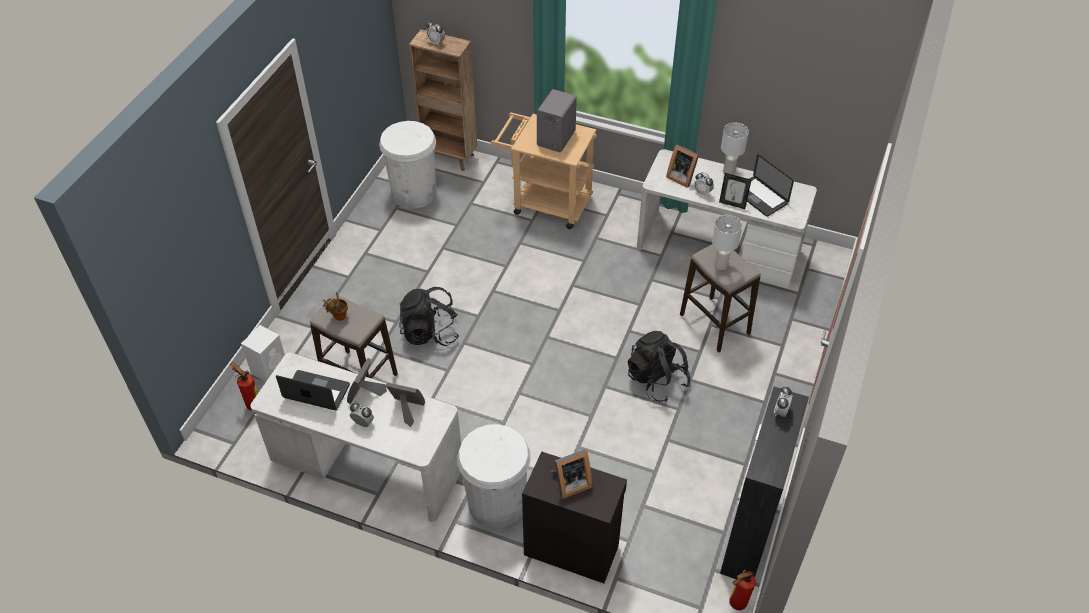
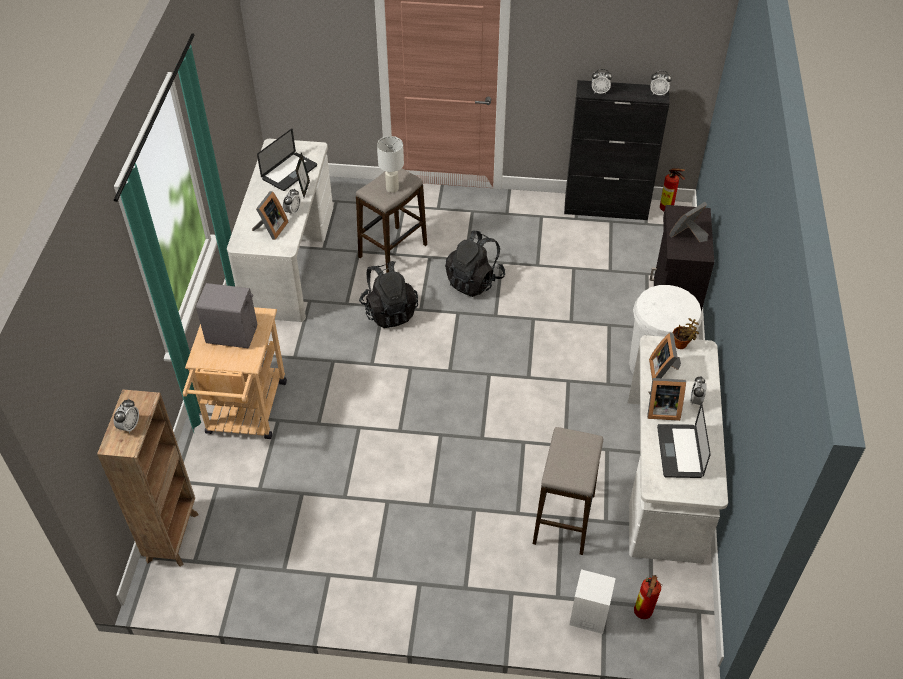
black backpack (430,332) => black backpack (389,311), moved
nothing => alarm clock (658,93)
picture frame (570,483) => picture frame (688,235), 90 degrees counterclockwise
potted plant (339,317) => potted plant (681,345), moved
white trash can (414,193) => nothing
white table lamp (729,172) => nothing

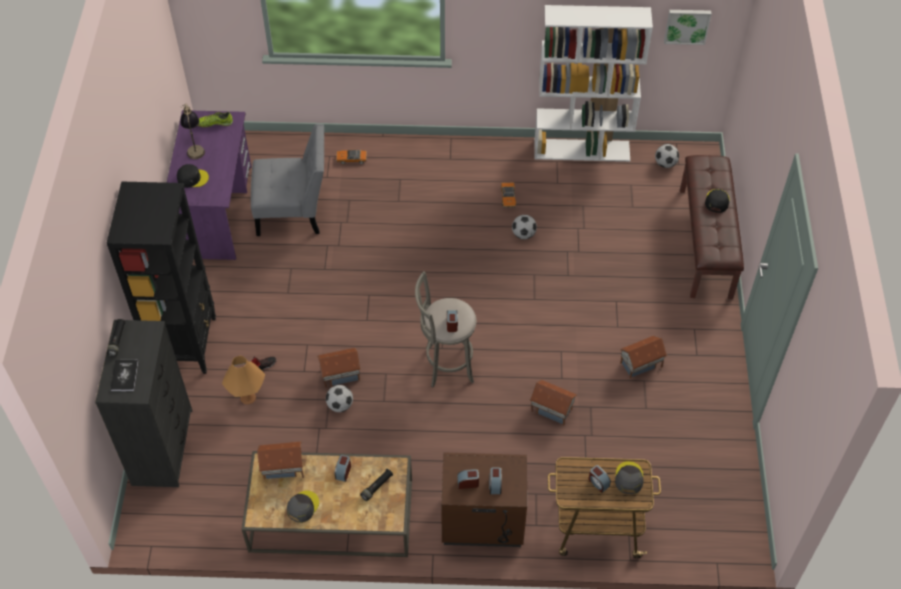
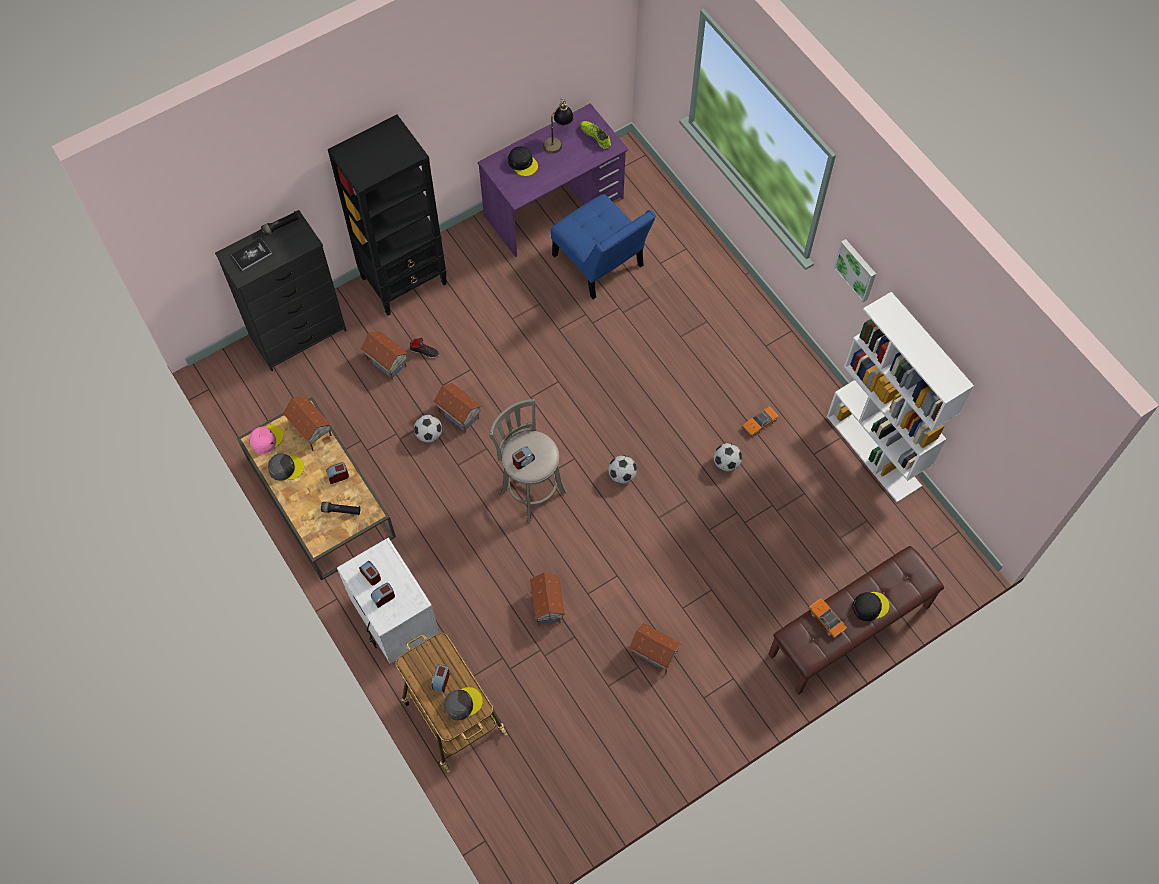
nothing => pink cap (266,439)
brown nightstand (482,522) => white nightstand (393,618)
orange table lamp (248,397) => toy house (387,361)
grey chair (294,212) => blue chair (600,264)
football (665,164) => football (622,475), moved
toy car (351,159) => toy car (826,619), moved
picture (687,25) => picture (856,269), moved

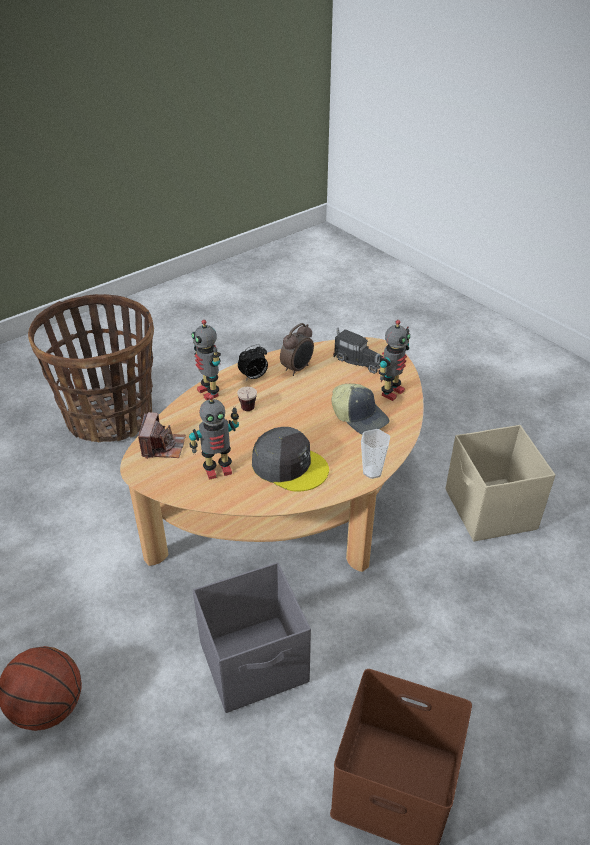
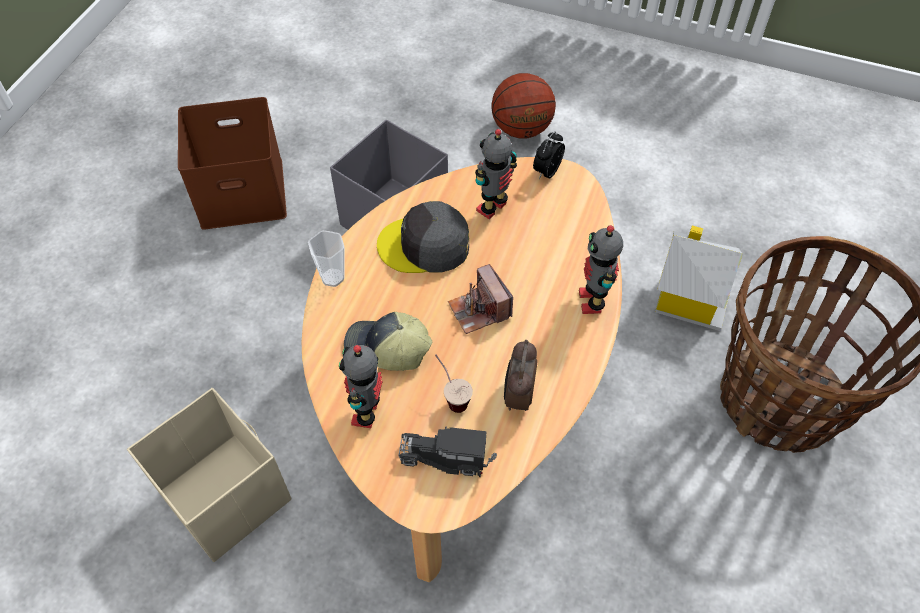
cup (248,412) => cup (451,396), moved
photo camera (163,446) => photo camera (479,310), moved
alarm clock (253,377) => alarm clock (547,171), moved
toy robot (209,392) => toy robot (592,301), 120 degrees counterclockwise
nothing => toy house (688,298)

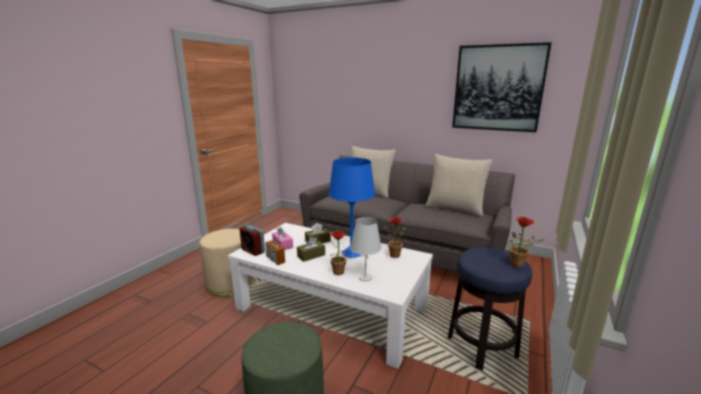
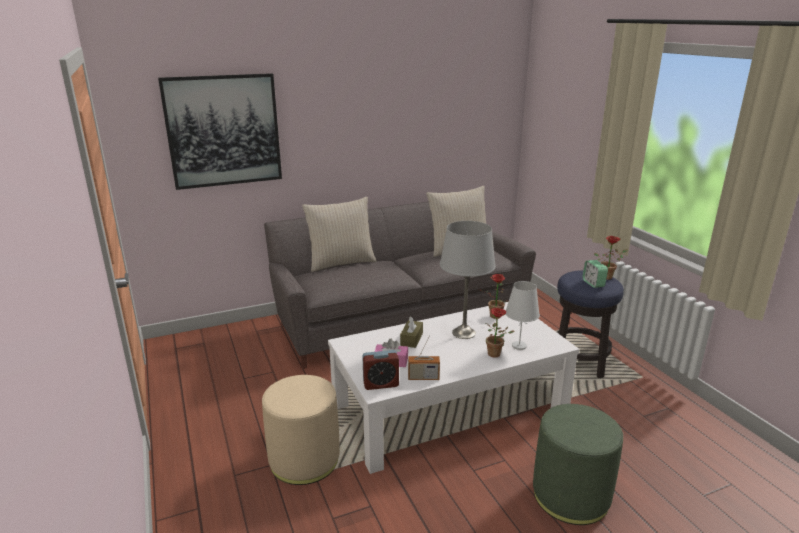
picture (497,88) => picture (223,131), moved
blue table lamp (351,253) => grey table lamp (464,333)
nothing => alarm clock (593,283)
brown tissue box (311,255) => nothing

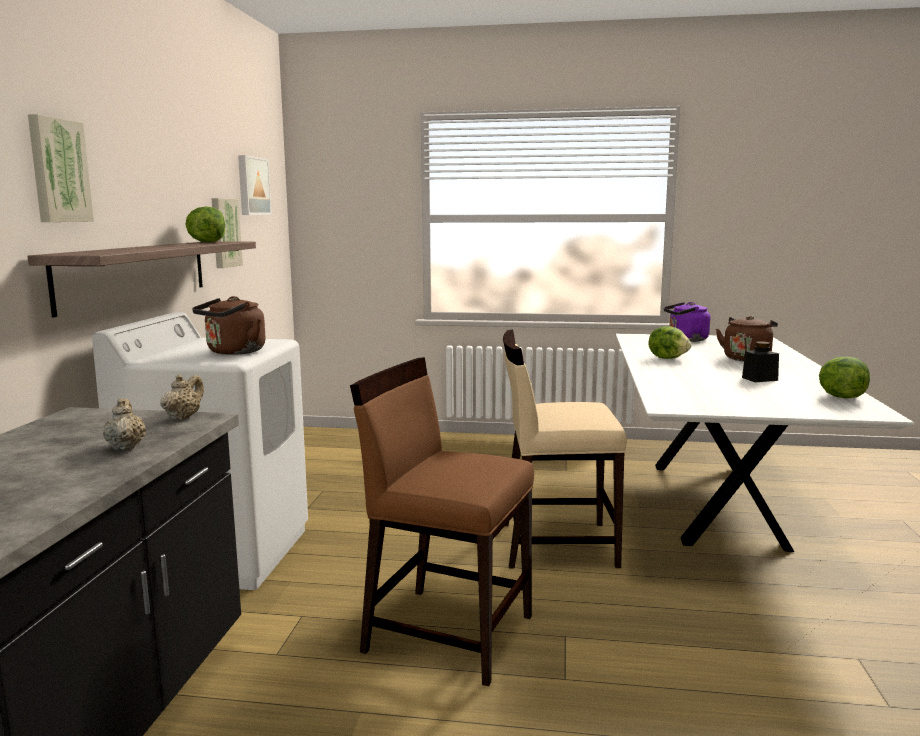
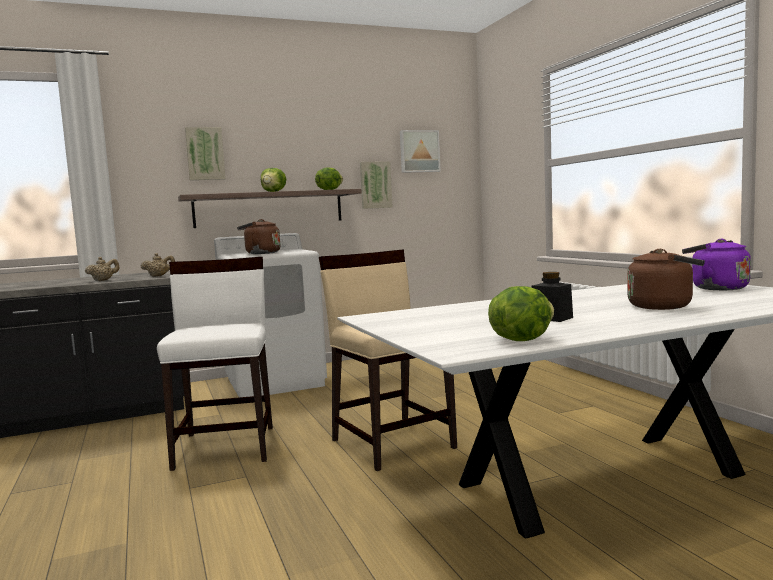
brown chair (447,632) => white chair (226,446)
lettuce (668,358) => lettuce (274,191), moved

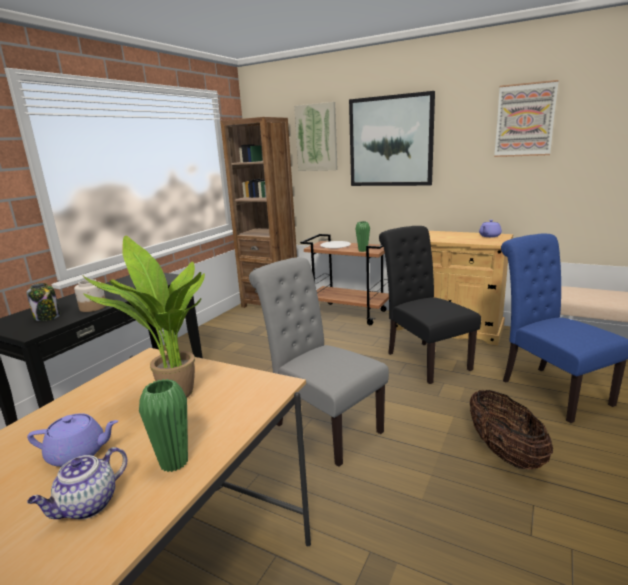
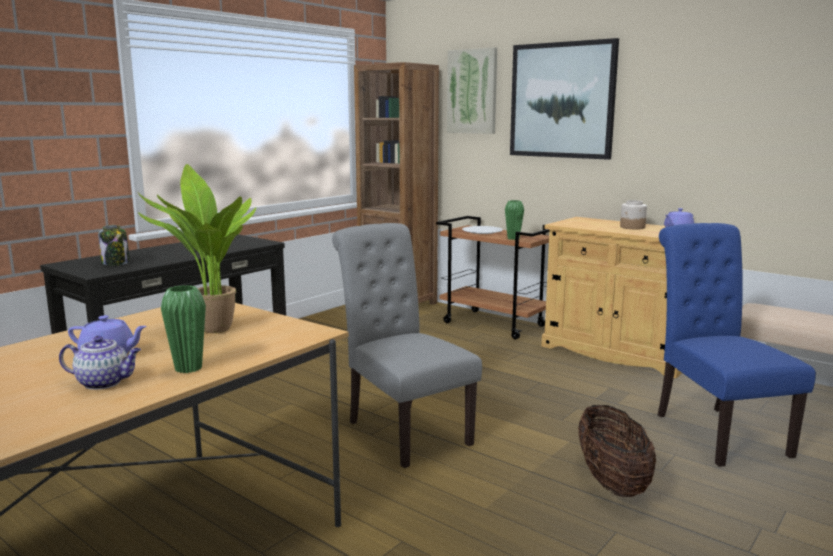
teapot (87,506) => teapot (104,383), 135 degrees counterclockwise
jar (93,307) => jar (632,227), moved
black chair (424,359) => nothing
picture (524,120) => nothing

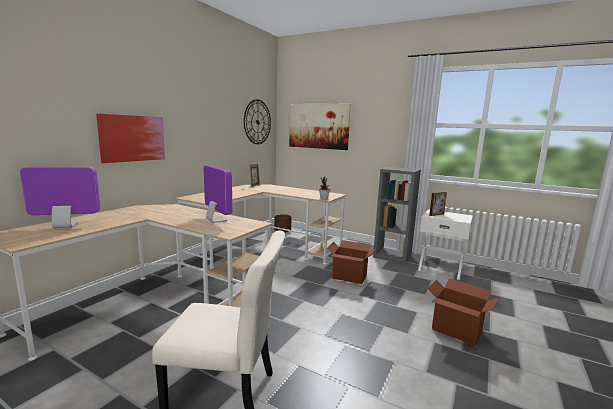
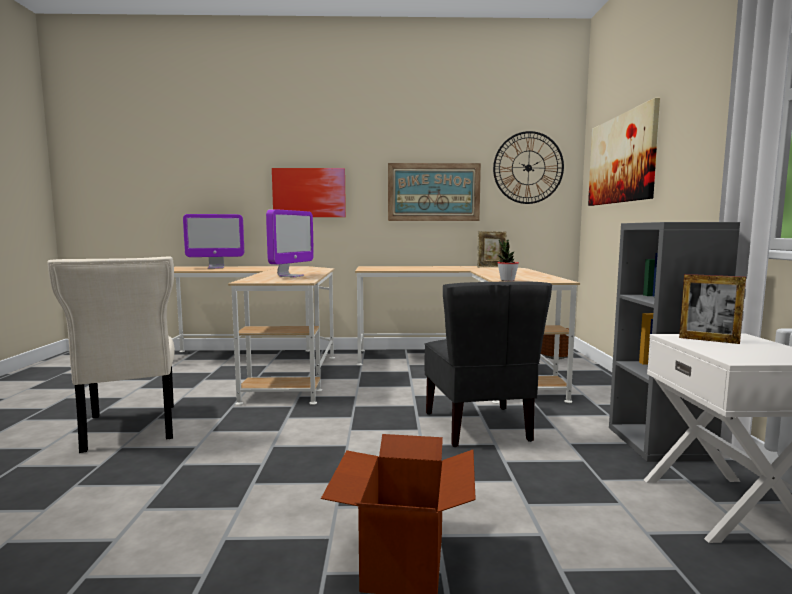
monitor (65,226) => monitor (216,268), 120 degrees clockwise
nothing => picture (433,192)
cardboard box (349,277) => grey chair (478,426)

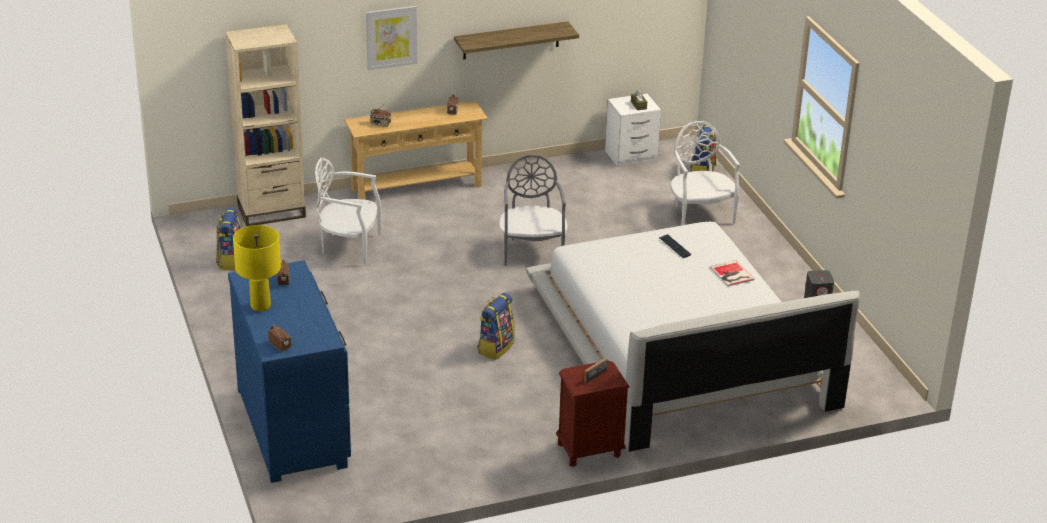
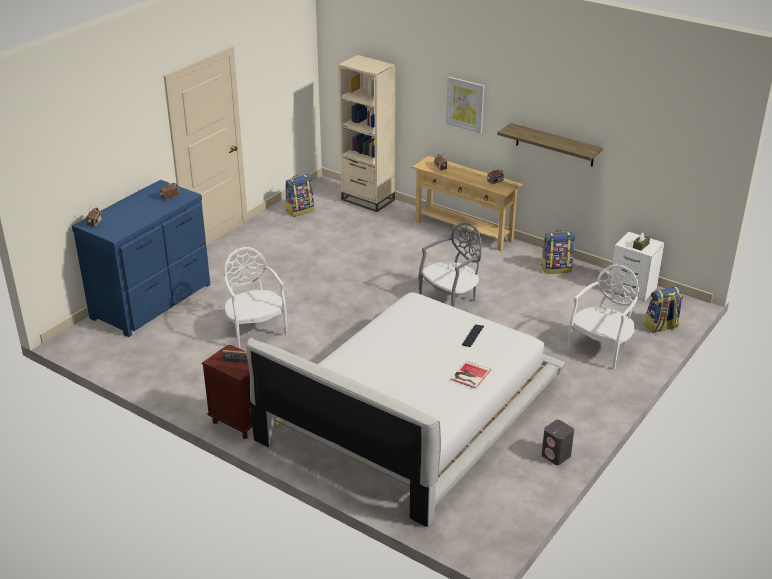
white chair (349,246) => white chair (256,330), moved
backpack (495,347) => backpack (556,268), moved
yellow table lamp (261,306) => nothing

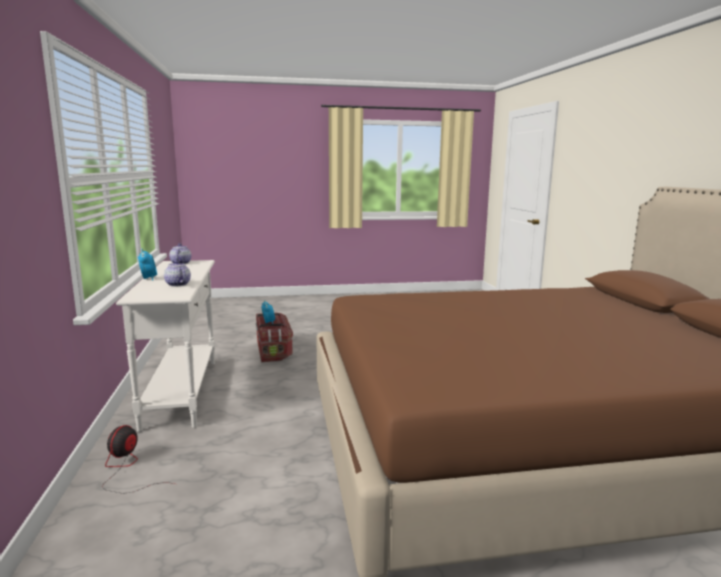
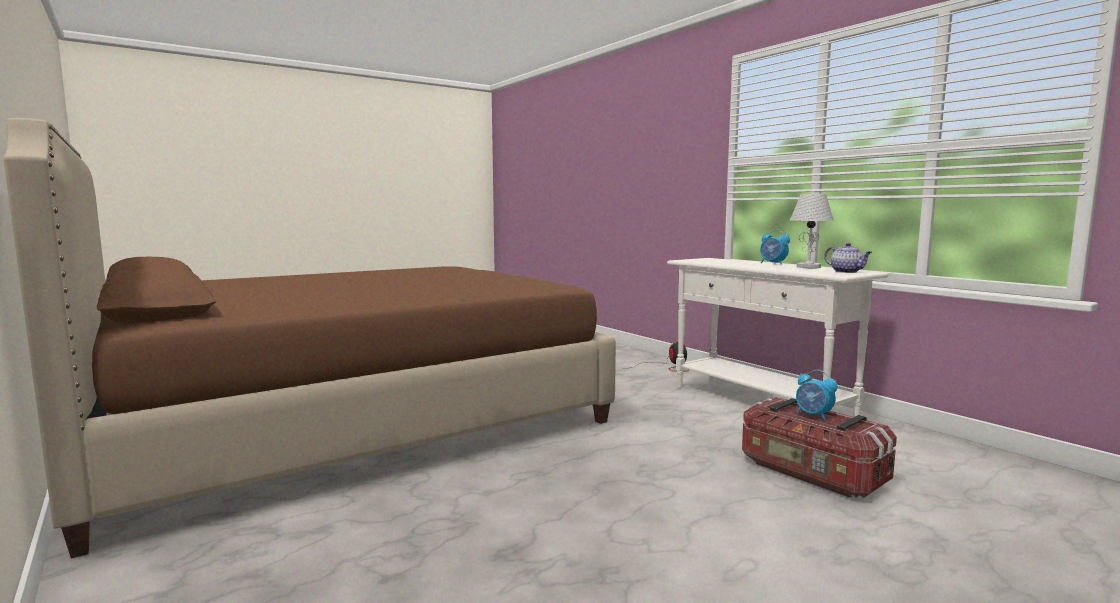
nothing => white table lamp (808,267)
teapot (177,284) => nothing

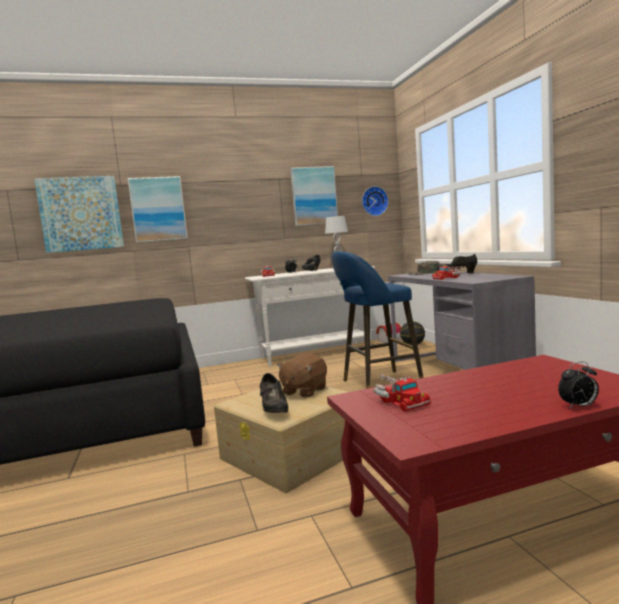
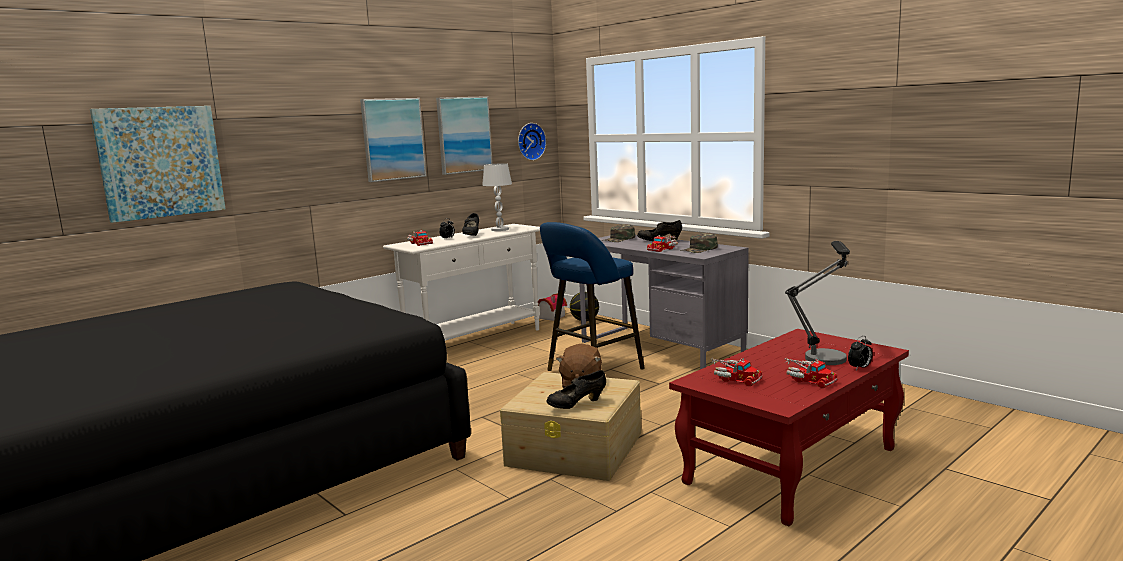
picture (158,209) => picture (393,139), moved
black shoe (274,410) => black shoe (577,405), 105 degrees clockwise
nothing => green cap (699,249)
nothing => table lamp (826,355)
nothing => toy truck (808,380)

